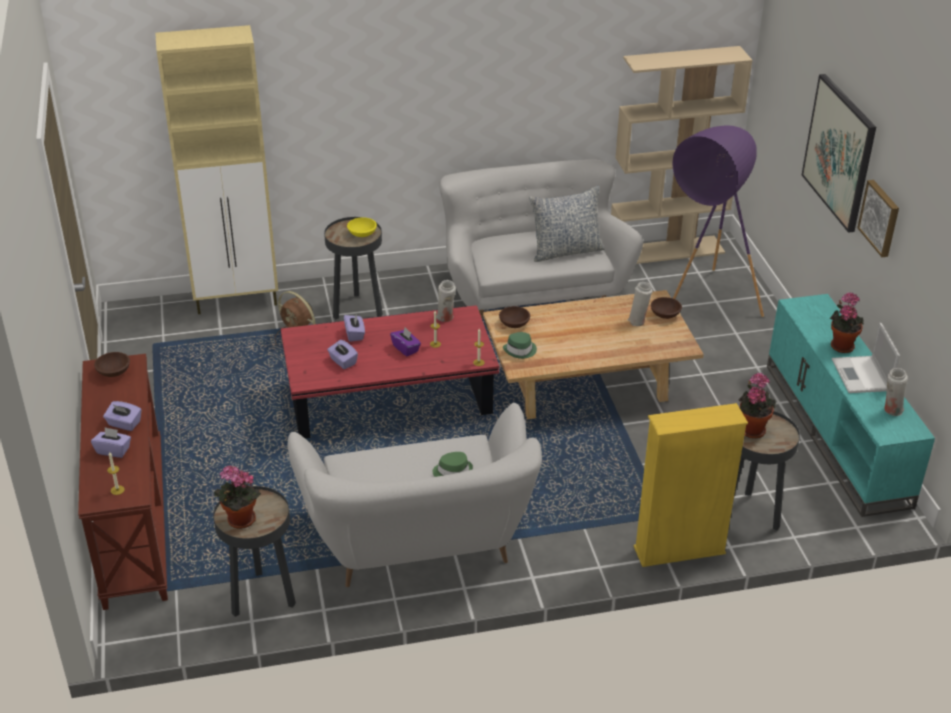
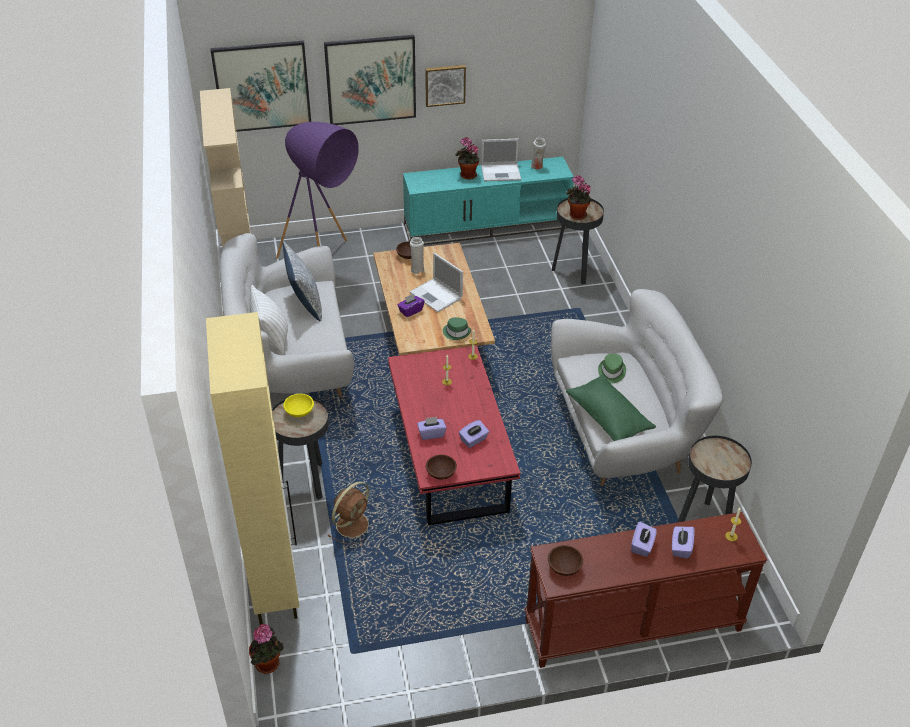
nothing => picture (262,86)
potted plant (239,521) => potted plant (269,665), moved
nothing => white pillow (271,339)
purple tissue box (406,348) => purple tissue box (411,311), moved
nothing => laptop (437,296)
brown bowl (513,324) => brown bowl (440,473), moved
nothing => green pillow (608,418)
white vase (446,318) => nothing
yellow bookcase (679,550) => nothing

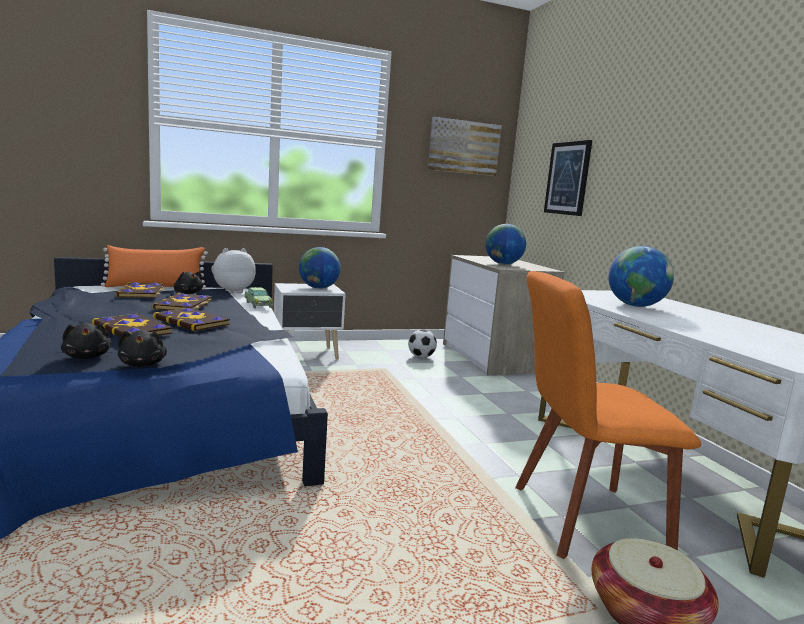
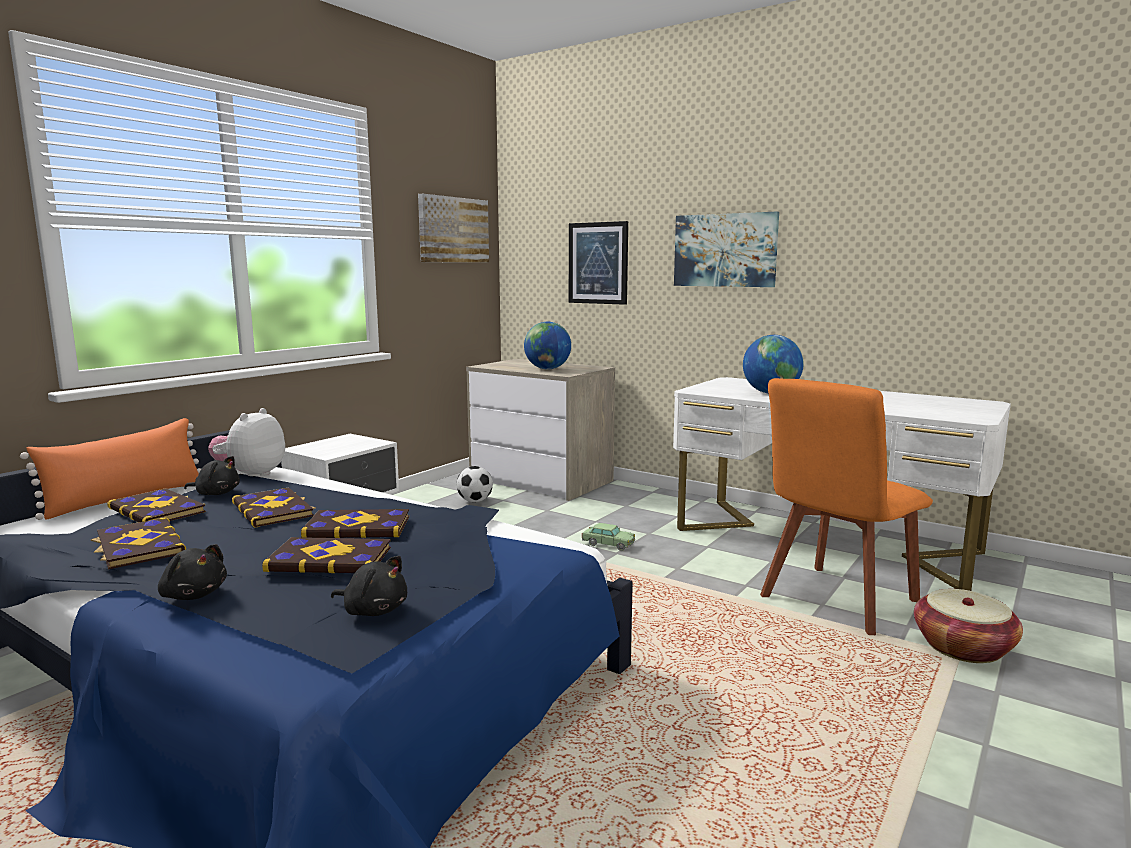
nothing => book (138,546)
black plush toy (142,364) => black plush toy (193,595), moved
toy car (258,305) => toy car (608,544), moved
nothing => picture (725,250)
globe (318,288) => nothing

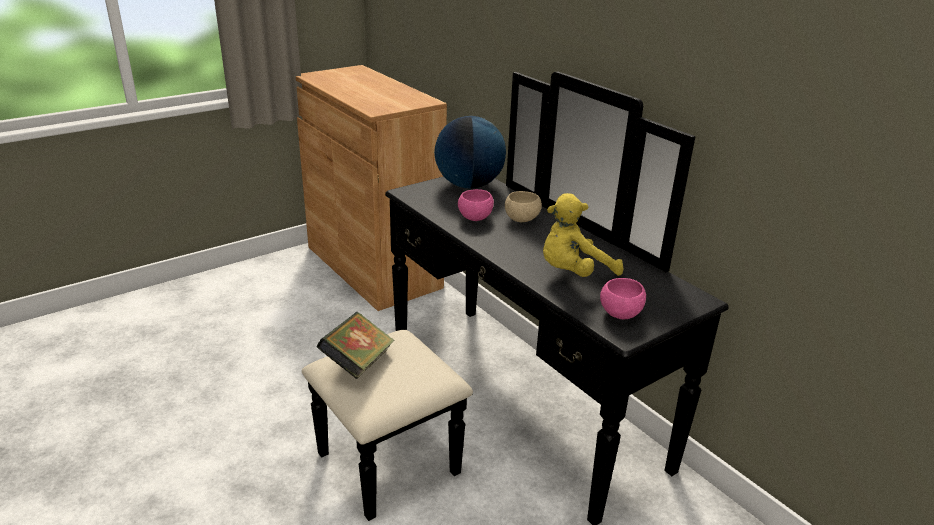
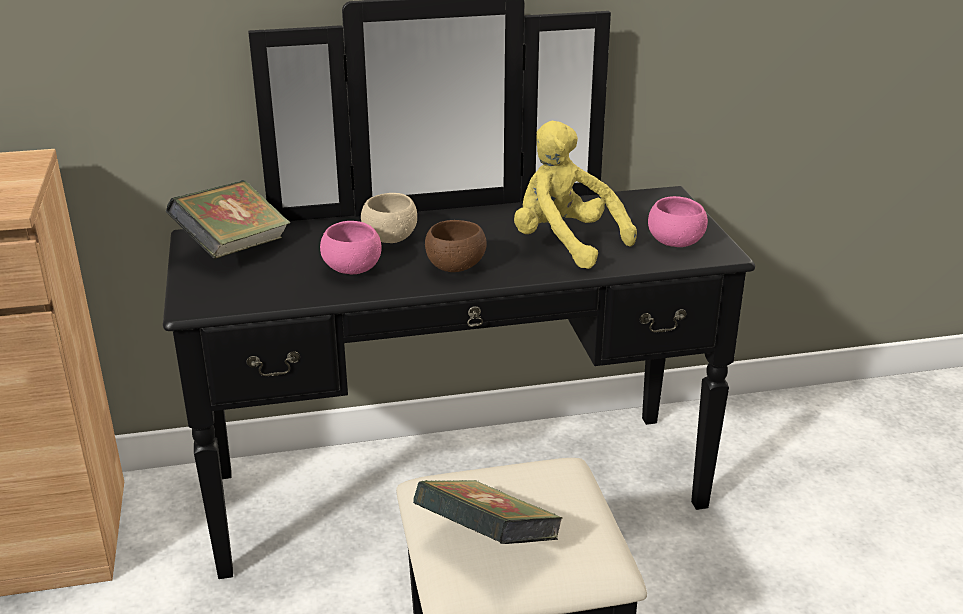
globe (469,185) => book (233,249)
nothing => brown bowl (455,267)
yellow plush toy (573,273) => yellow plush toy (564,243), 135 degrees clockwise

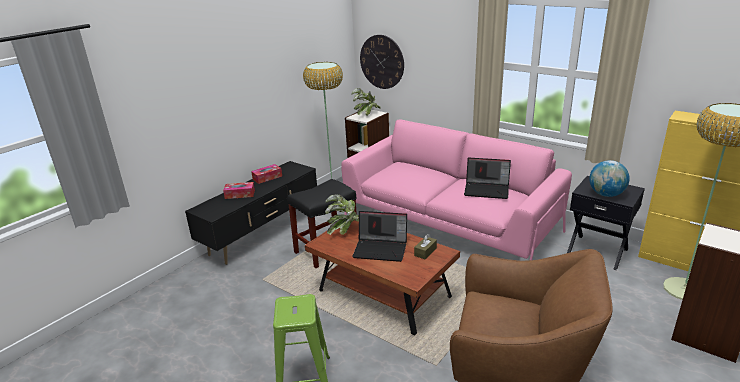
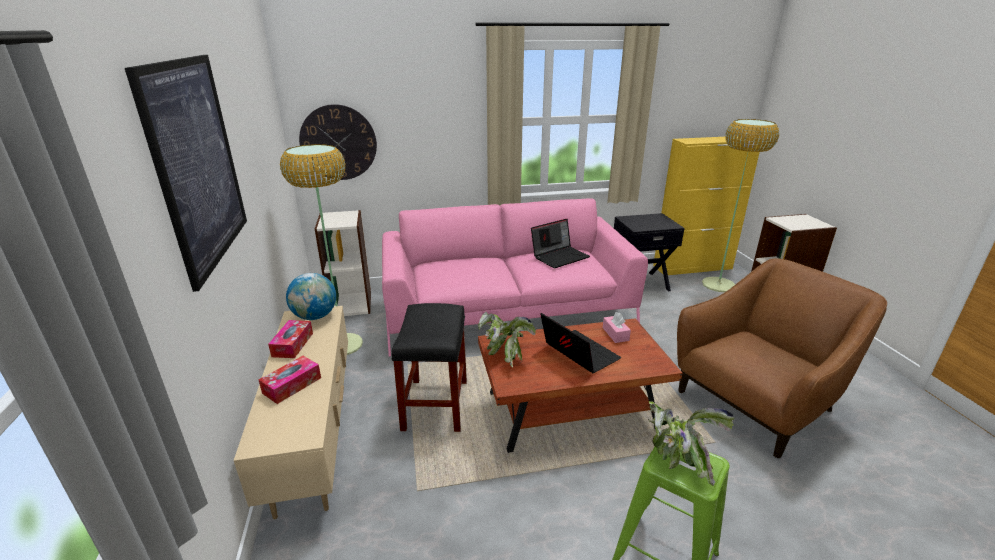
nothing => picture (198,163)
black tv stand (262,234) => beige tv stand (315,436)
globe (606,194) => globe (315,316), moved
laptop (381,249) => laptop (577,353), 90 degrees counterclockwise
brown tissue box (425,252) => pink tissue box (615,334)
potted plant (366,114) => potted plant (675,459), moved

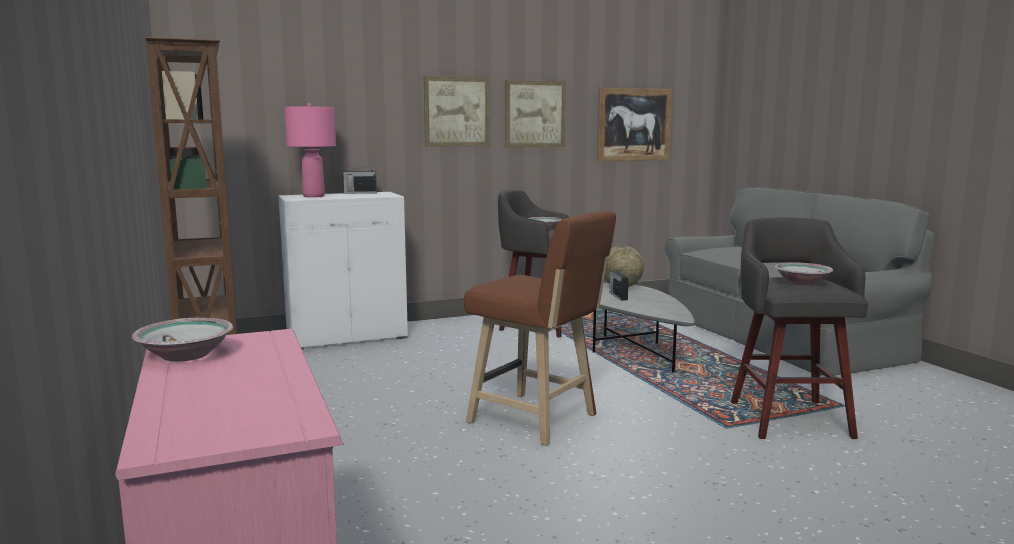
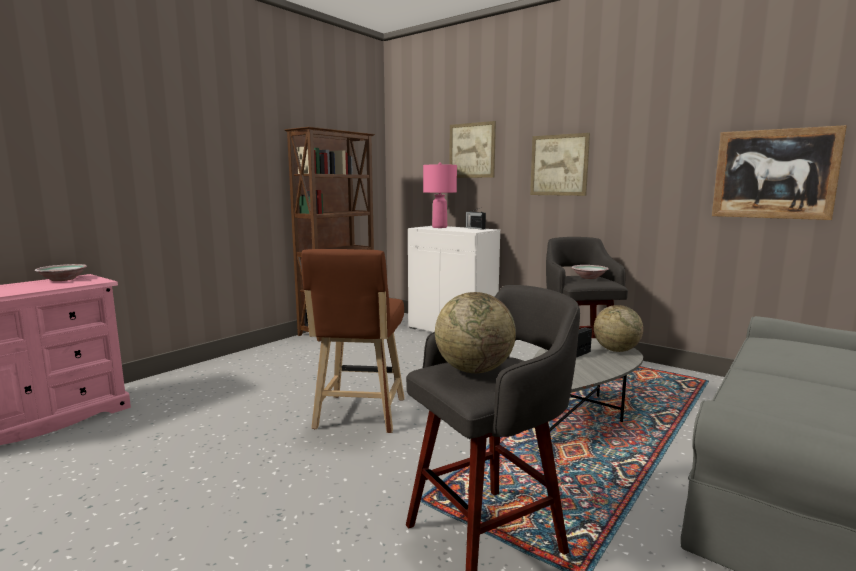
bowl (801,283) => globe (474,370)
picture (535,114) => picture (472,150), moved

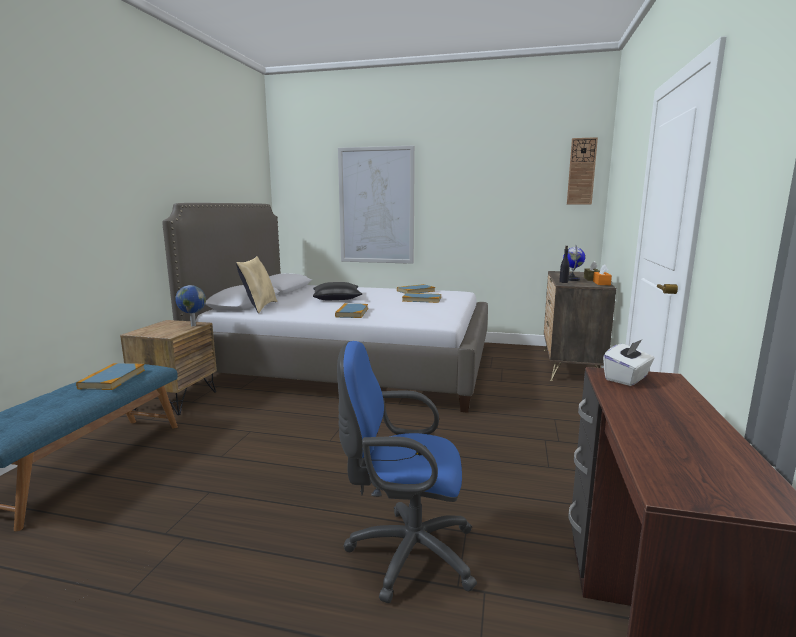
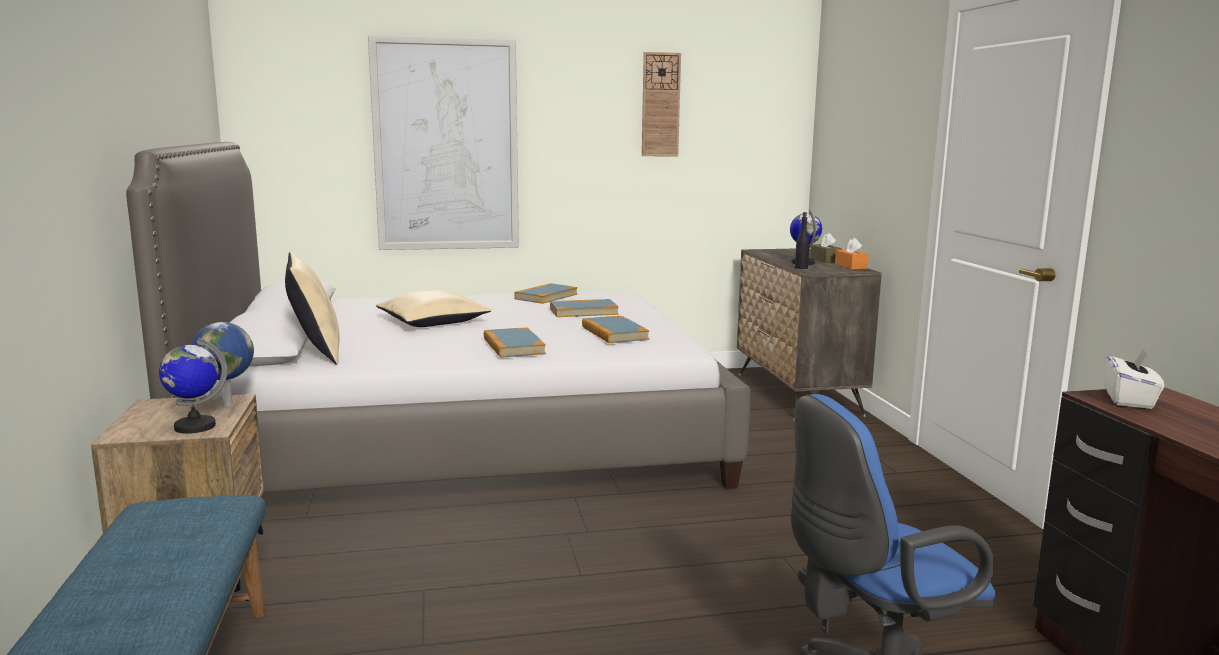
nothing => globe (194,426)
black pillow (337,298) => beige pillow (432,321)
book (112,379) => book (614,333), moved
wall clock (581,171) => wall clock (660,105), moved

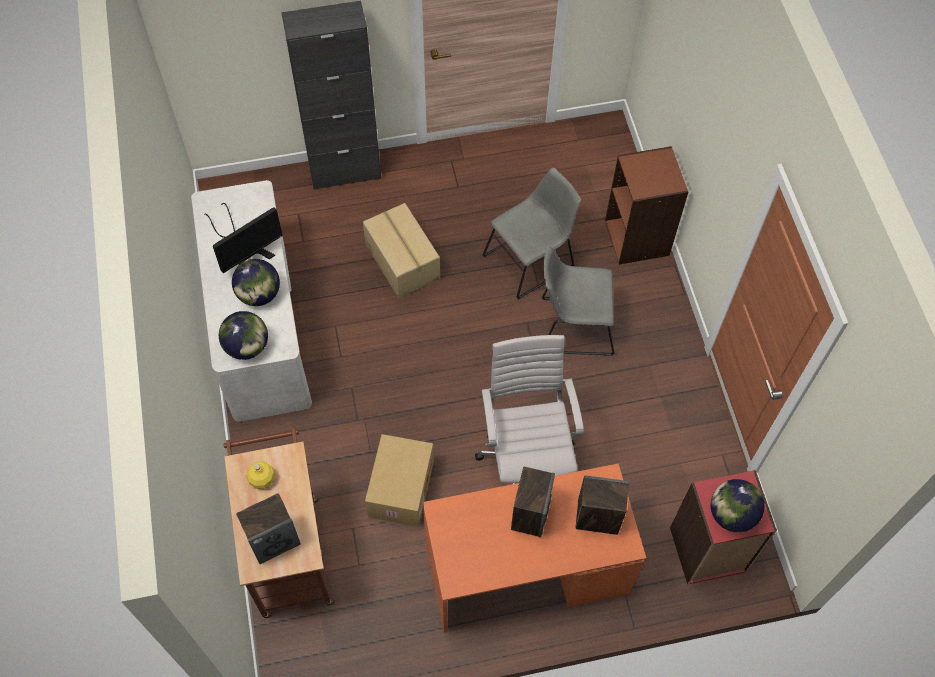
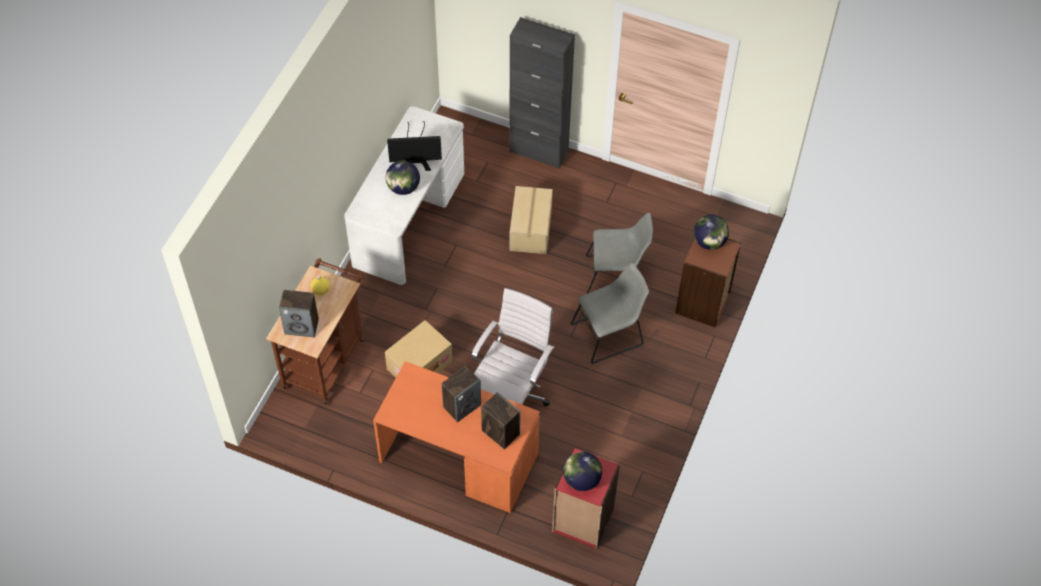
grey chair (572,326) => grey chair (609,334), 120 degrees clockwise
globe (247,347) => globe (709,242), moved

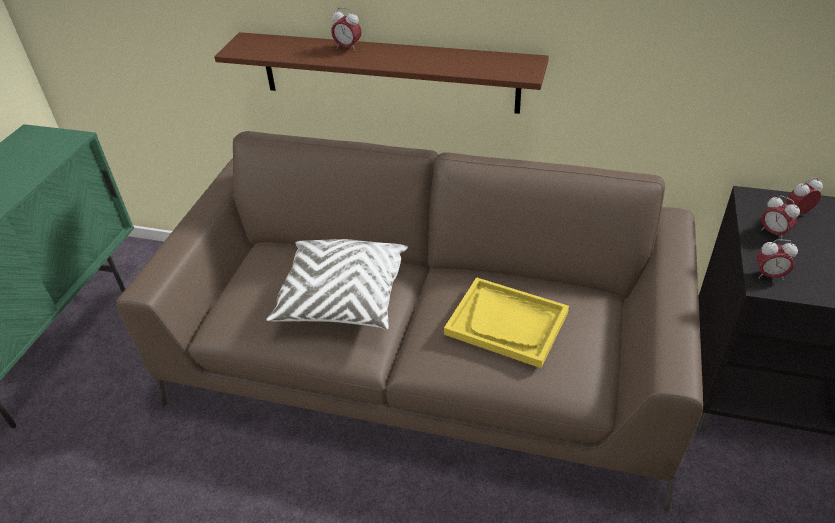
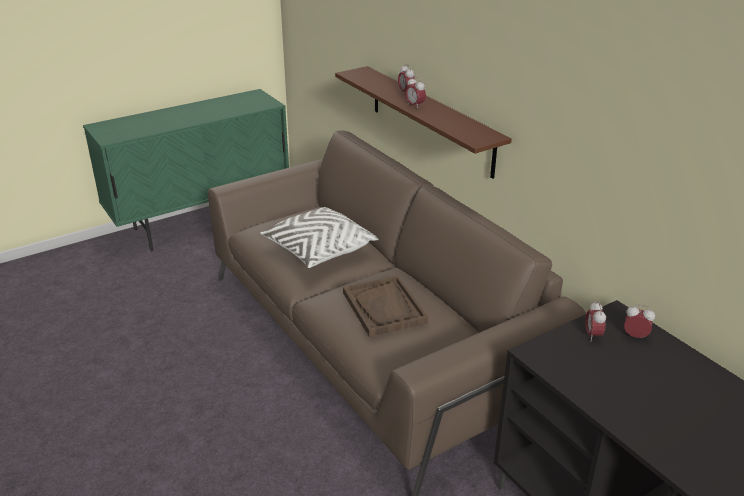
yellow tray (507,323) => brown tray (384,308)
alarm clock (769,275) => alarm clock (415,106), moved

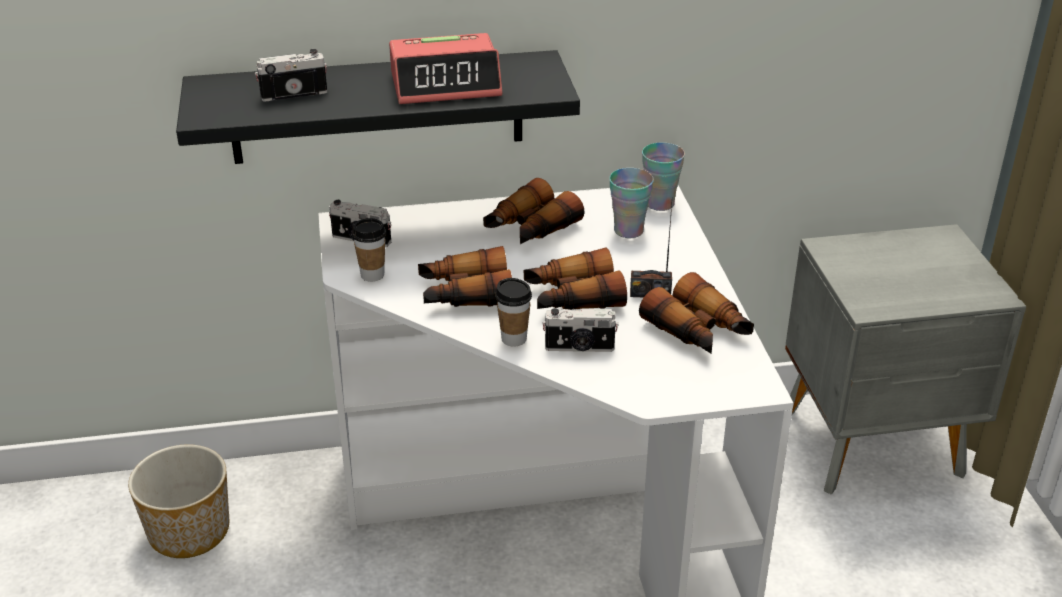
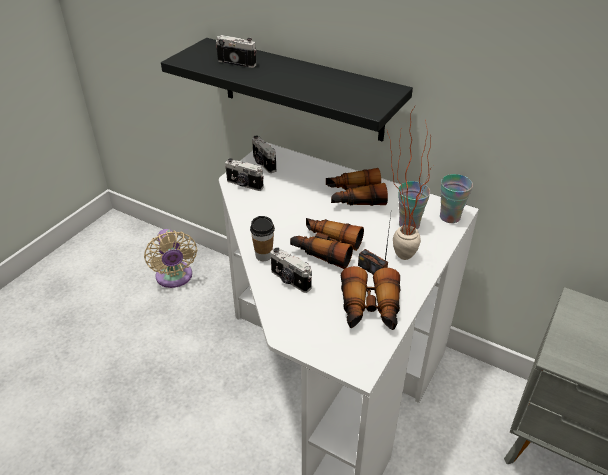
planter (189,531) => beige fan (174,278)
cup (372,275) => photo camera (244,185)
nothing => potted plant (396,253)
alarm clock (446,84) => nothing
binoculars (465,294) => nothing

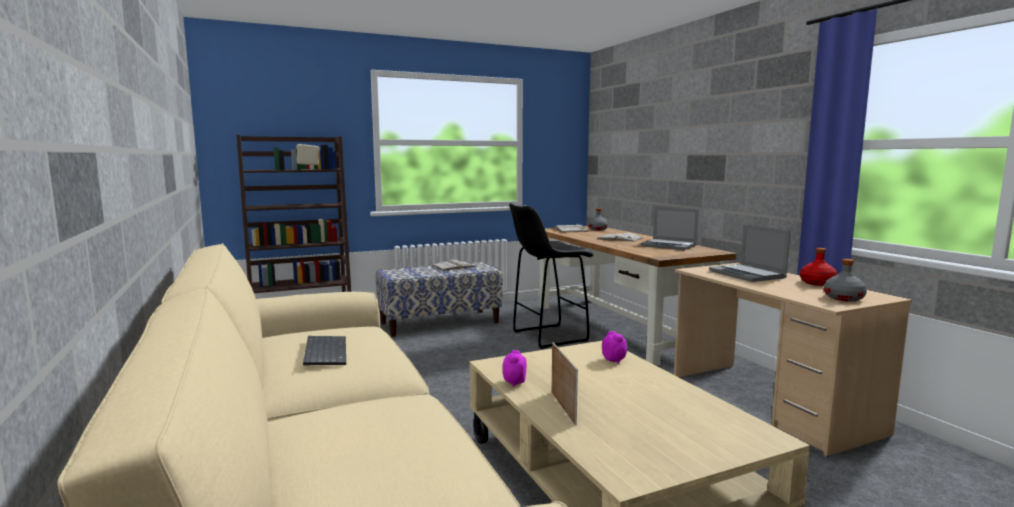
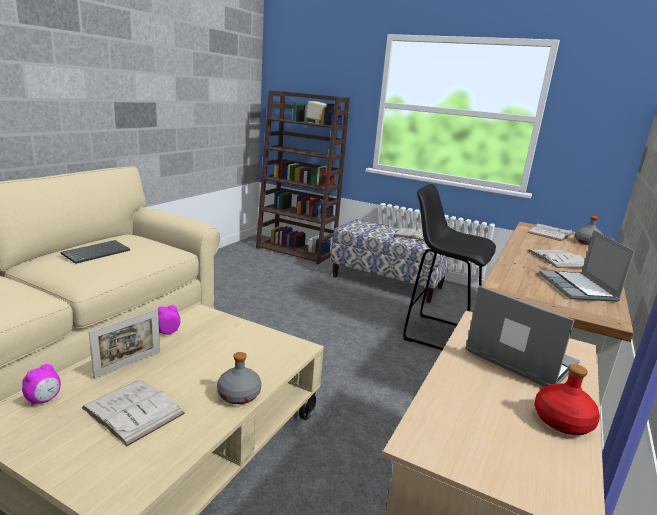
alarm clock (614,360) => alarm clock (44,400), moved
nothing => white book (133,410)
grey bottle (844,298) => grey bottle (239,395), moved
laptop (748,274) => laptop (518,358), 105 degrees clockwise

